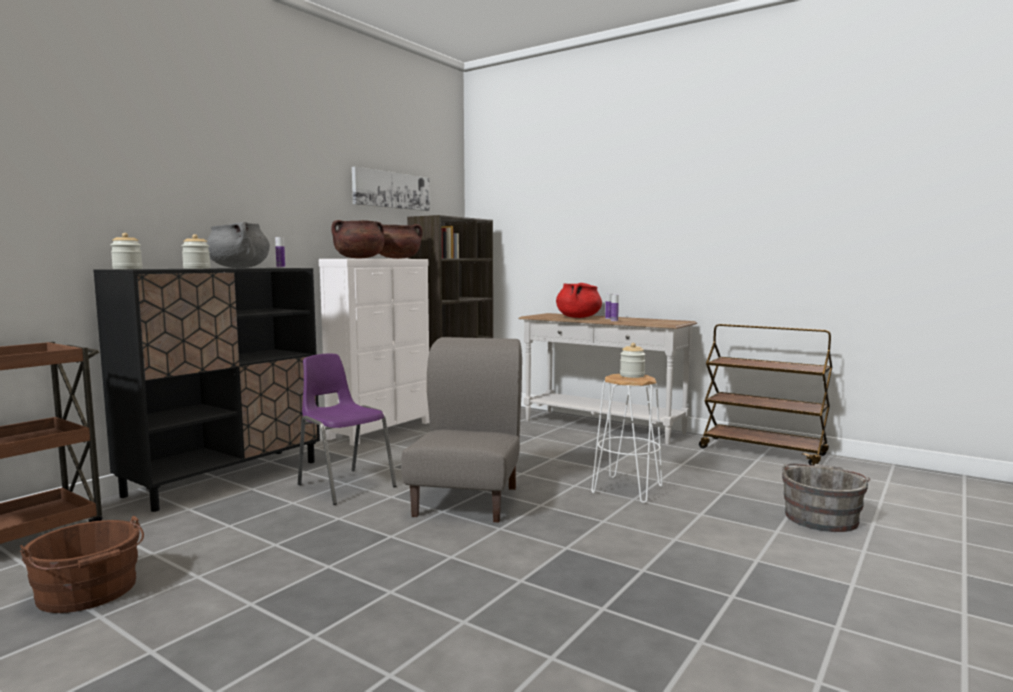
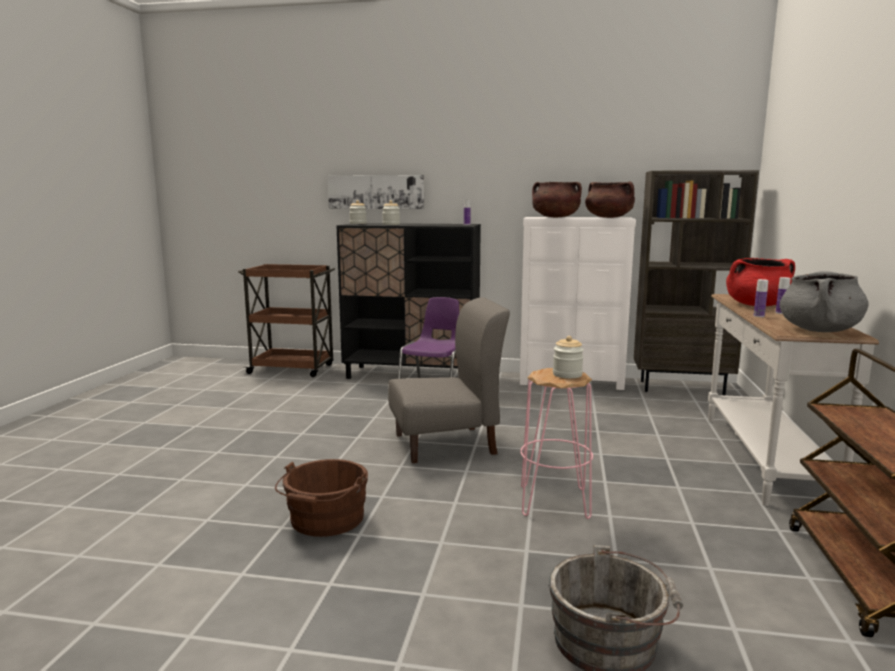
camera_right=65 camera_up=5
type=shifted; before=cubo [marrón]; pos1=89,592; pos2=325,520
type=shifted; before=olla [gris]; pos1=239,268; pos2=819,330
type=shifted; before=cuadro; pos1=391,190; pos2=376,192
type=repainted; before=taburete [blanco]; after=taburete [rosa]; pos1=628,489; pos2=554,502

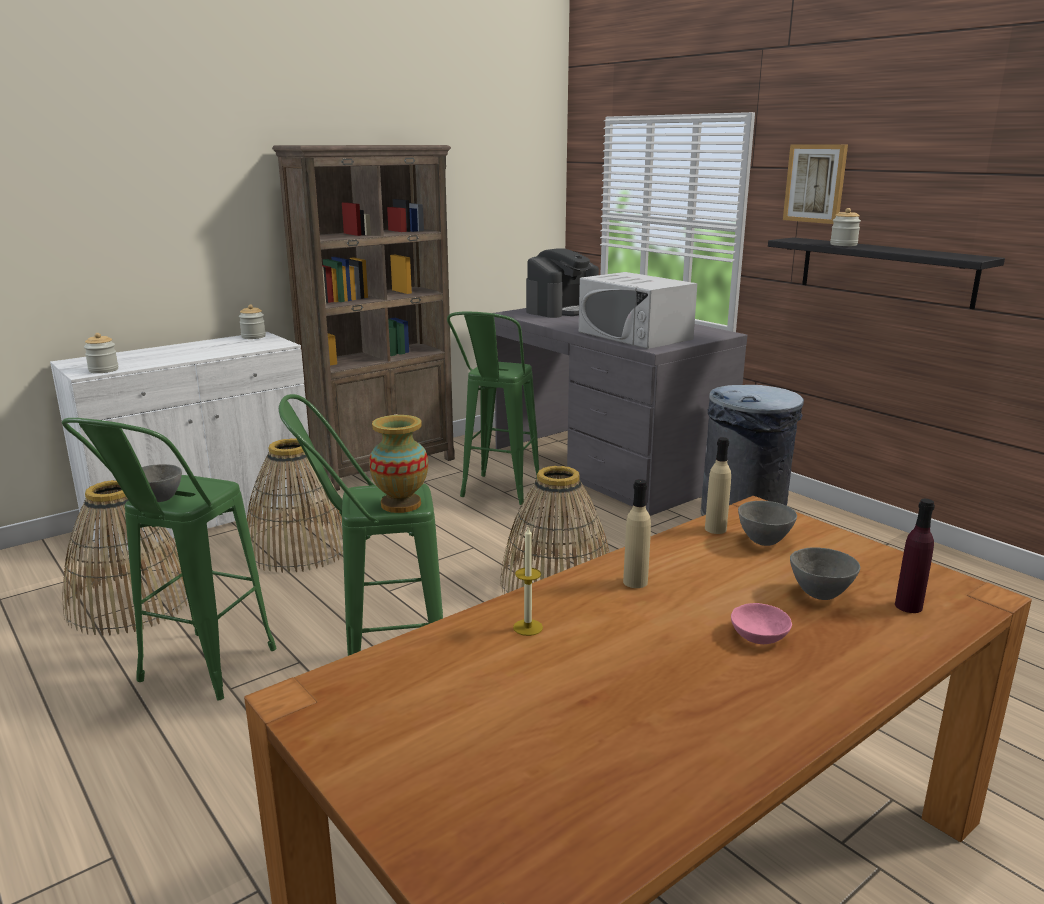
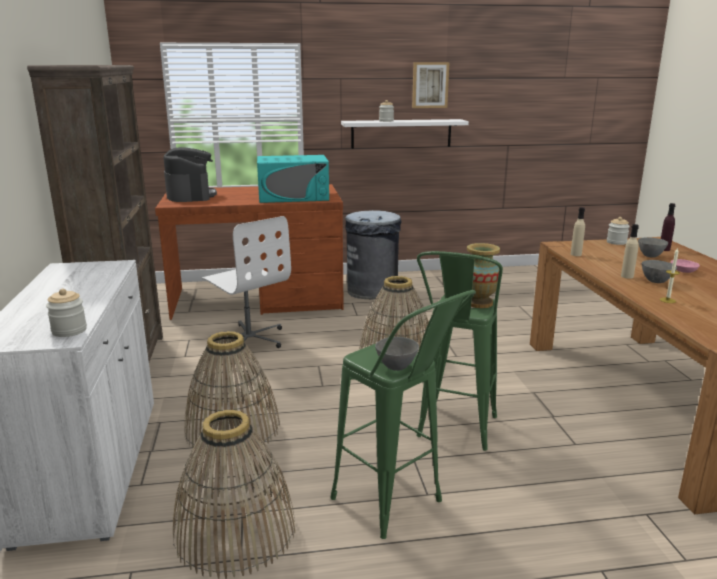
camera_right=-60 camera_up=0
type=shifted; before=tarro; pos1=253,337; pos2=616,242
type=shifted; before=cuenco [gris]; pos1=764,542; pos2=656,281
type=shifted; before=cuadro; pos1=815,183; pos2=430,85
type=swapped; before=taburete [verde]; after=silla de oficina [blanco]; pos1=496,495; pos2=249,339
type=repainted; before=escritorio [gris]; after=escritorio [marrón]; pos1=607,466; pos2=258,299
type=repainted; before=microondas [blanco]; after=microondas [turquesa]; pos1=634,335; pos2=293,197
type=repainted; before=estante [negro]; after=estante [blanco]; pos1=885,271; pos2=401,133

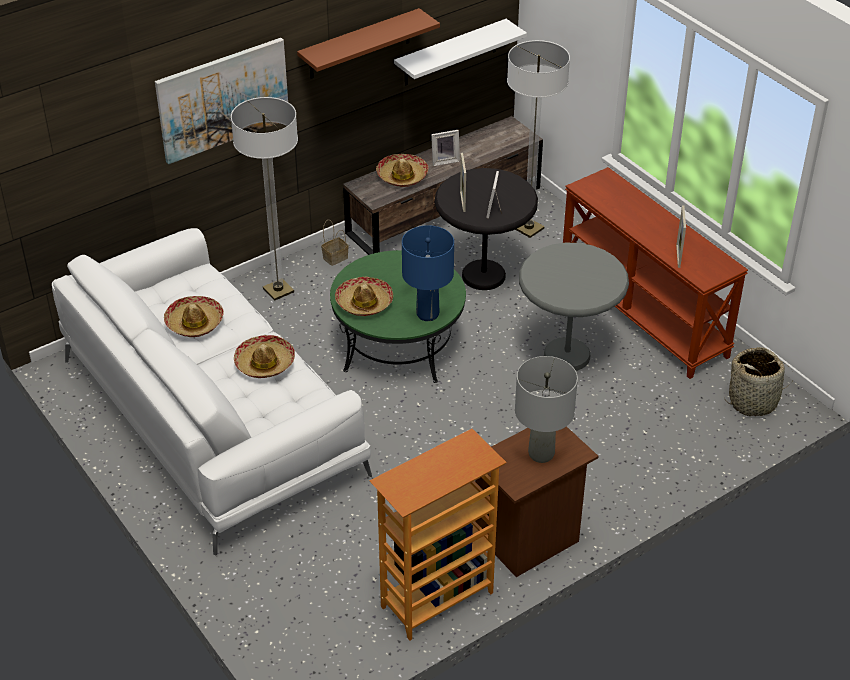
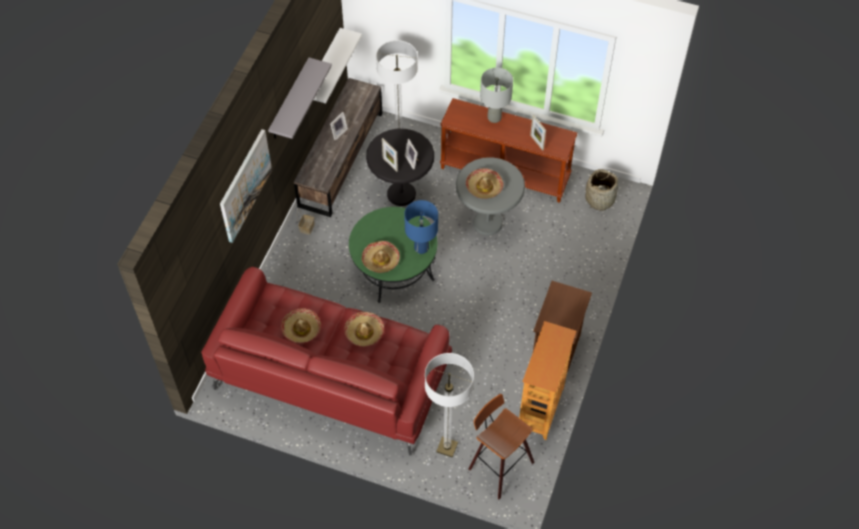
camera_right=-35 camera_up=15
type=new; after=taburete; pos2=498,465
type=shifted; before=lámpara de pie; pos1=278,290; pos2=447,447
type=shifted; before=sombrero; pos1=402,176; pos2=484,187
type=shifted; before=lámpara de mesa [gris]; pos1=541,454; pos2=494,118
type=repainted; before=sofá [blanco]; after=sofá [rojo]; pos1=210,415; pos2=330,373
type=repainted; before=estante [marrón]; after=estante [gris]; pos1=359,44; pos2=289,100

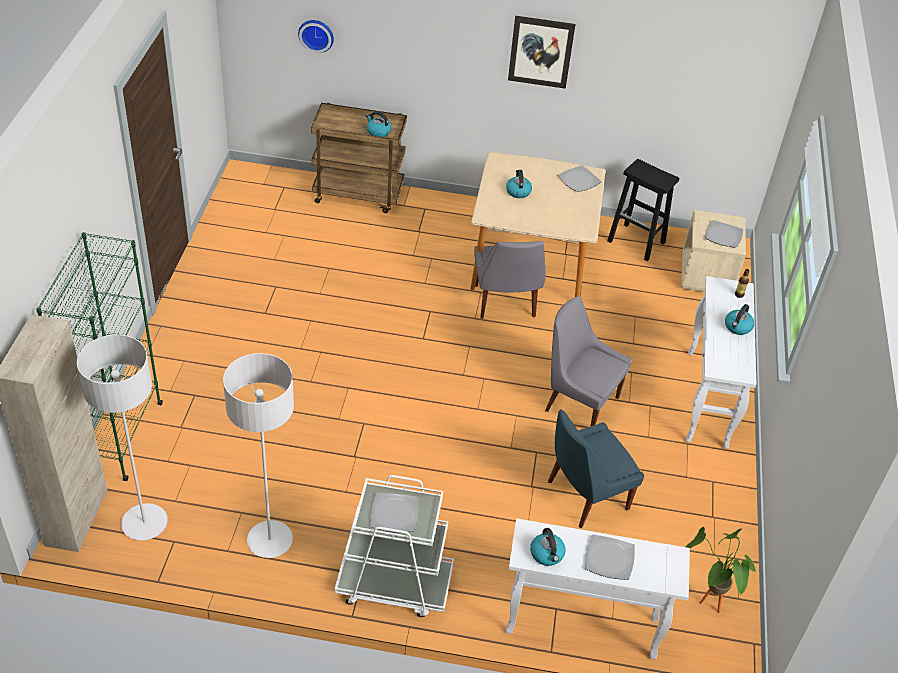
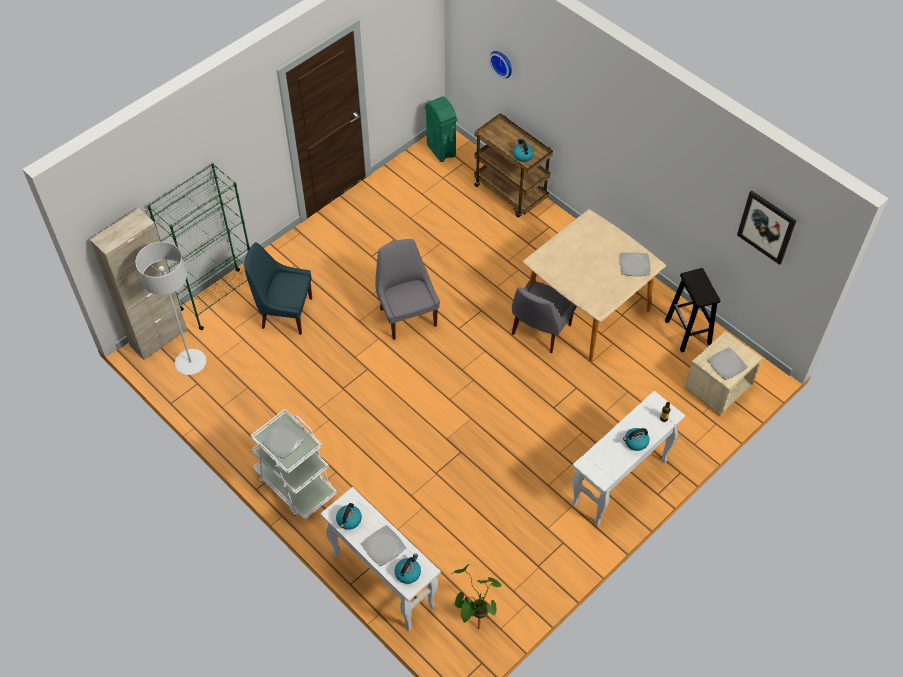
camera_right=40 camera_up=10
type=gone; before=lámpara de pie [gris]; pos1=270,540
type=new; after=papelera [verde]; pos2=441,150
type=shifted; before=hervidor; pos1=518,191; pos2=408,572
type=shifted; before=cuadro; pos1=541,51; pos2=766,227
type=shifted; before=silla [gris]; pos1=579,403; pos2=407,315
type=shifted; before=silla [azul]; pos1=584,496; pos2=284,313

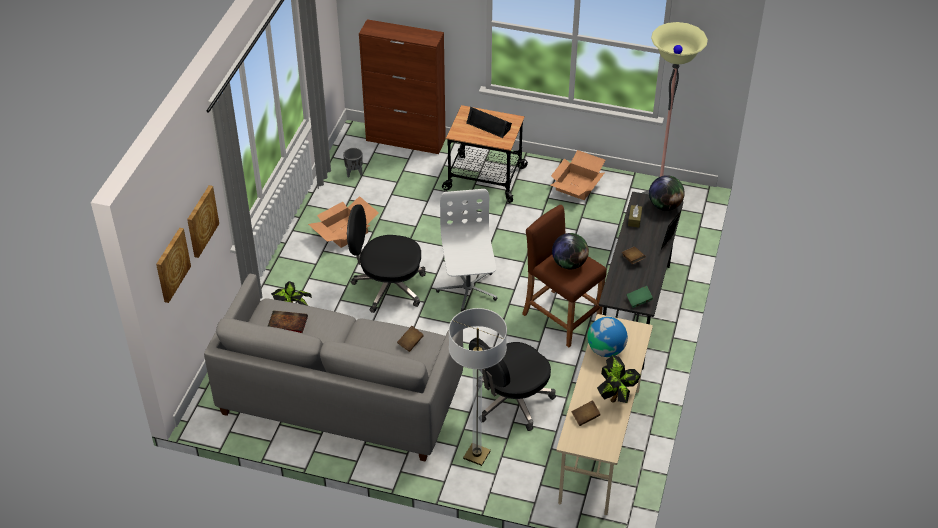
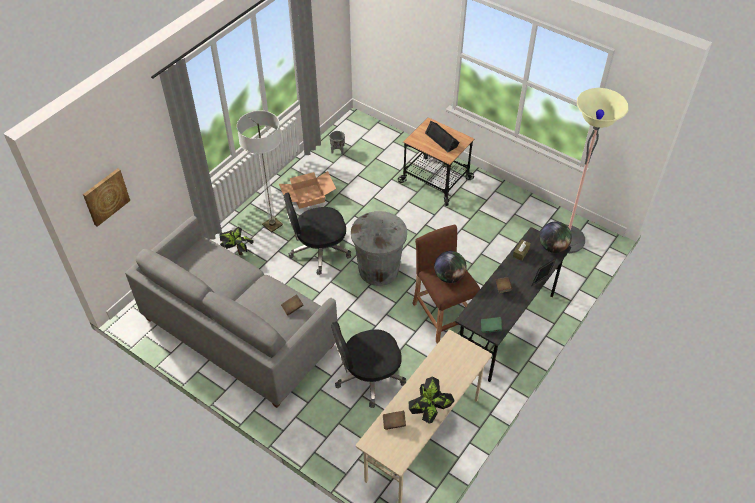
camera_right=20 camera_up=5
type=gone; before=cuadro; pos1=201,221
type=gone; before=libro; pos1=286,324
type=gone; before=armario [marrón]; pos1=406,140
type=gone; before=caja de cartón; pos1=577,186
type=gone; before=globo terráqueo; pos1=606,349
type=shifted; before=lámpara de pie; pos1=476,455; pos2=272,225
type=swapped; before=silla de oficina [blanco]; after=papelera [gris]; pos1=467,289; pos2=379,269
type=rotated; before=silla de oficina [negro]; pos1=388,287; pos2=318,250; turn=-45

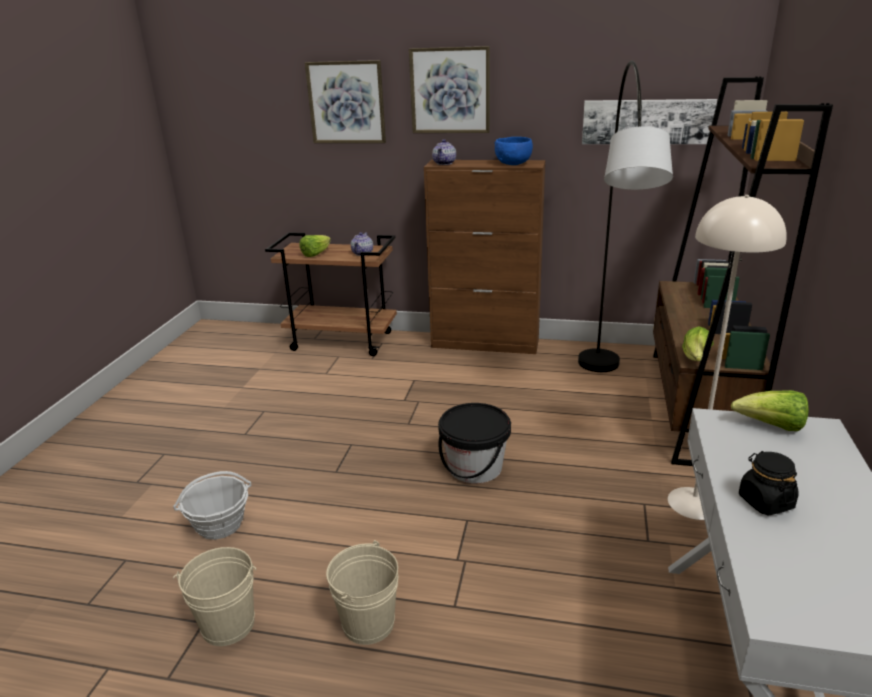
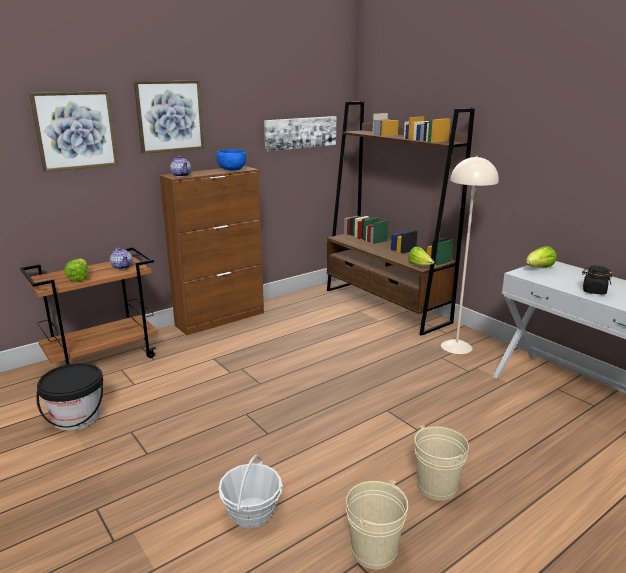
camera_right=-50 camera_up=-5
type=gone; before=lámpara de pie [gris]; pos1=605,402
type=shifted; before=cubo [negro]; pos1=474,467; pos2=77,417

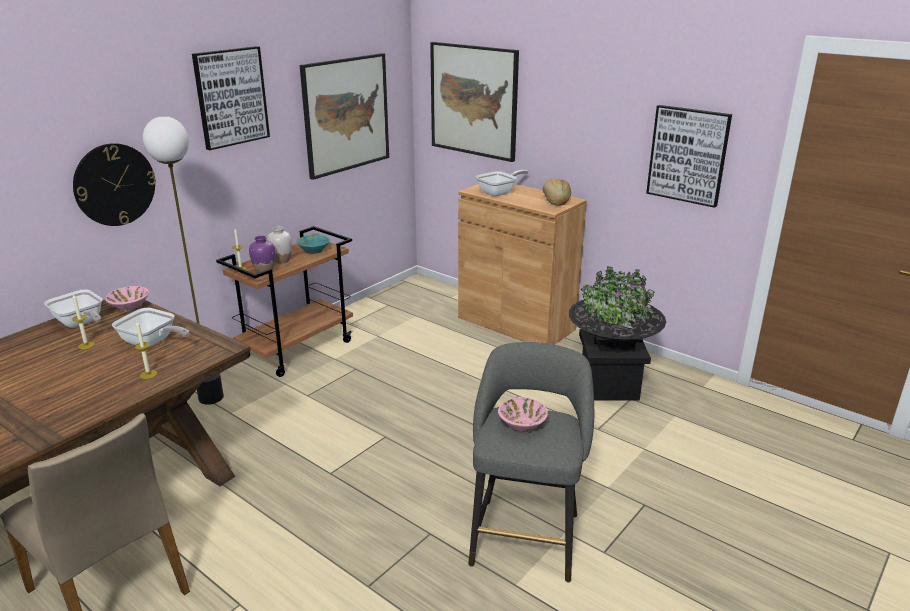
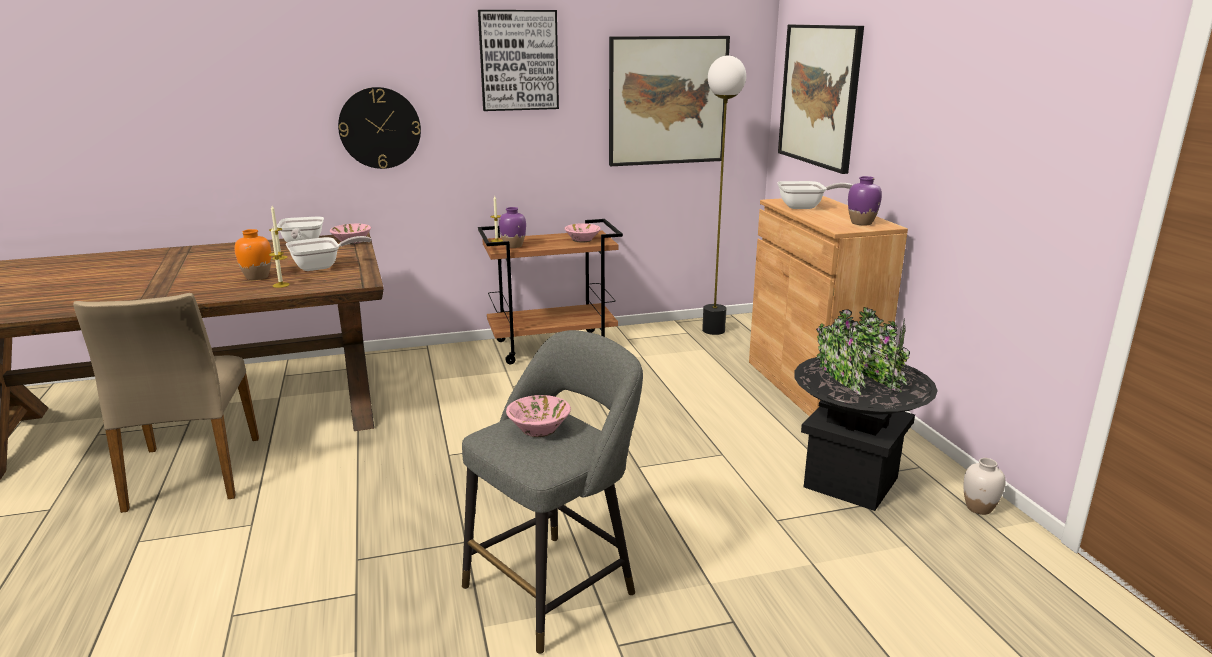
camera_right=35 camera_up=-5
type=gone; before=cuadro; pos1=688,155
type=new; after=florero [naranja]; pos2=257,277
type=shifted; before=lámpara de pie; pos1=211,398; pos2=713,330
type=shifted; before=florero [blanco]; pos1=281,260; pos2=979,508
type=swapped; before=pan; after=florero [morado]; pos1=555,201; pos2=861,223
type=repainted; before=cuenco [turquesa]; after=cuenco [rosa]; pos1=314,251; pos2=582,240
type=rotated; before=sartén; pos1=152,343; pos2=322,266; turn=-90

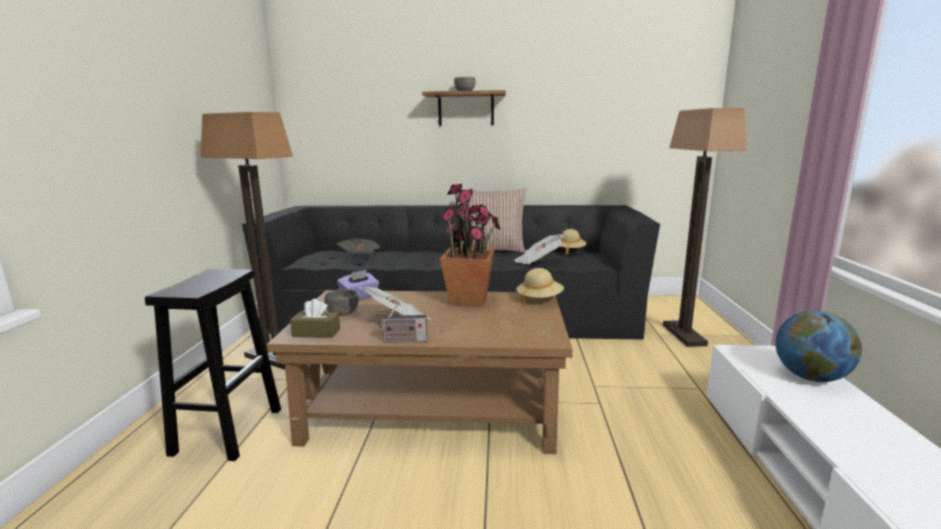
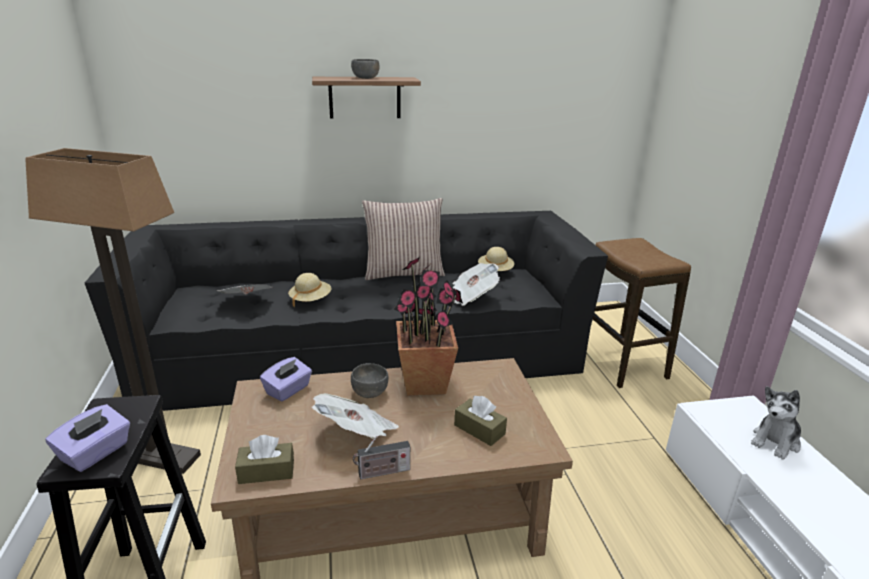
camera_right=-15 camera_up=10
type=new; after=caja de pañuelos [morado]; pos2=96,453
type=new; after=caja de pañuelos [marrón]; pos2=479,429
type=shifted; before=cuenco [gris]; pos1=342,313; pos2=369,391
type=shifted; before=sombrero [beis]; pos1=539,299; pos2=310,300
type=swapped; before=lámpara de pie; after=taburete; pos1=684,335; pos2=621,362
type=swapped; before=globo terráqueo; after=peluche; pos1=810,377; pos2=775,441

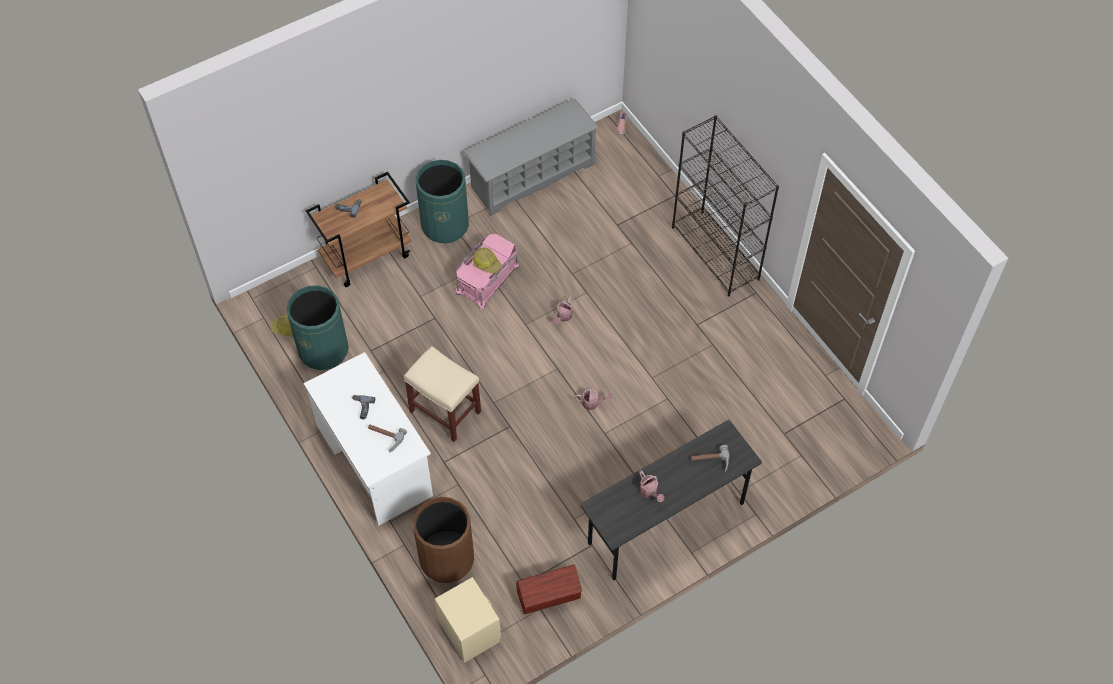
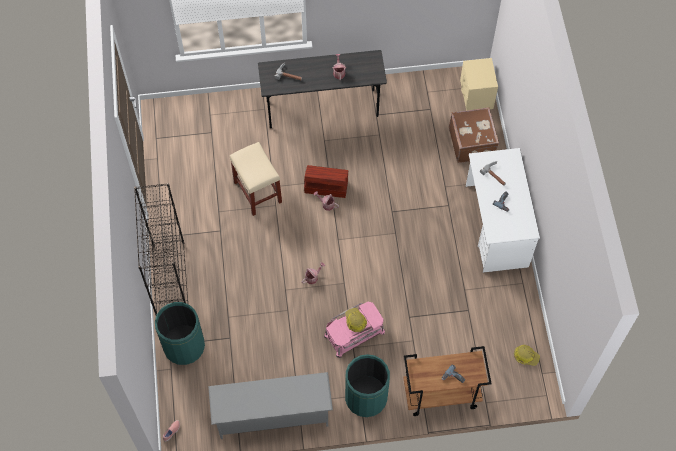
camera_right=-155 camera_up=5
type=shifted; before=papelera [verde]; pos1=323,350; pos2=184,346
type=shifted; before=taburete [beis]; pos1=446,412; pos2=257,191
type=shifted; before=caja de almacenaje [marrón]; pos1=549,595; pos2=325,186
type=swapped; before=papelera [marrón]; after=maleta [marrón]; pos1=447,559; pos2=472,142

